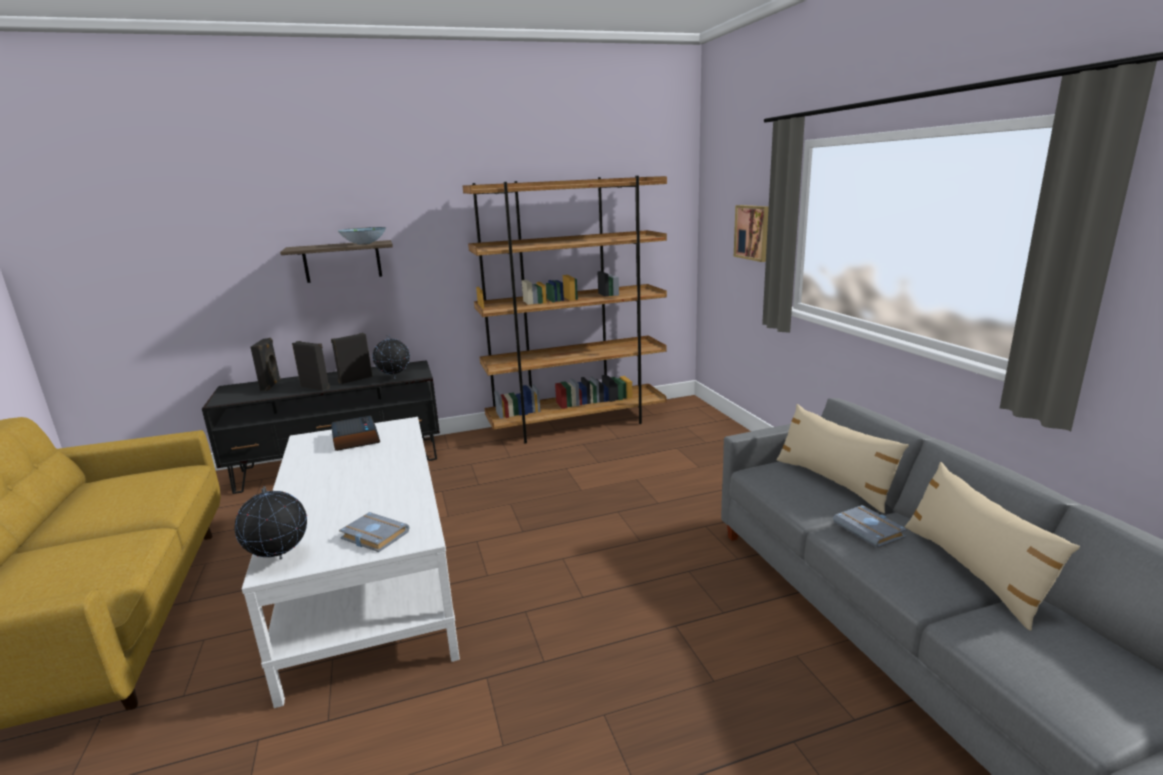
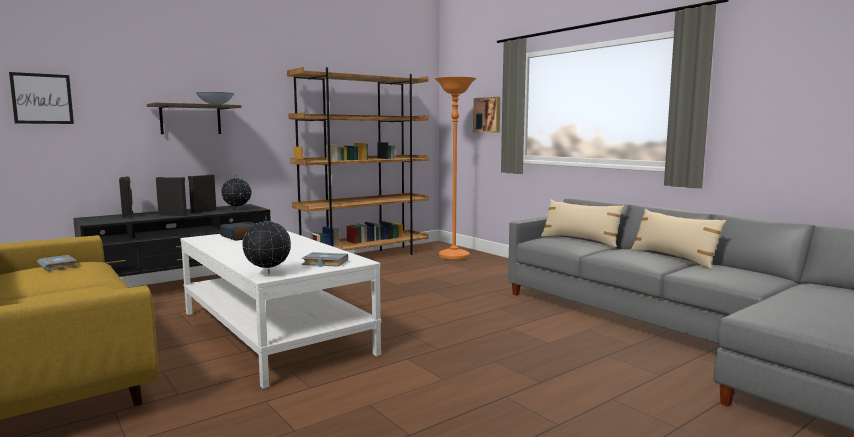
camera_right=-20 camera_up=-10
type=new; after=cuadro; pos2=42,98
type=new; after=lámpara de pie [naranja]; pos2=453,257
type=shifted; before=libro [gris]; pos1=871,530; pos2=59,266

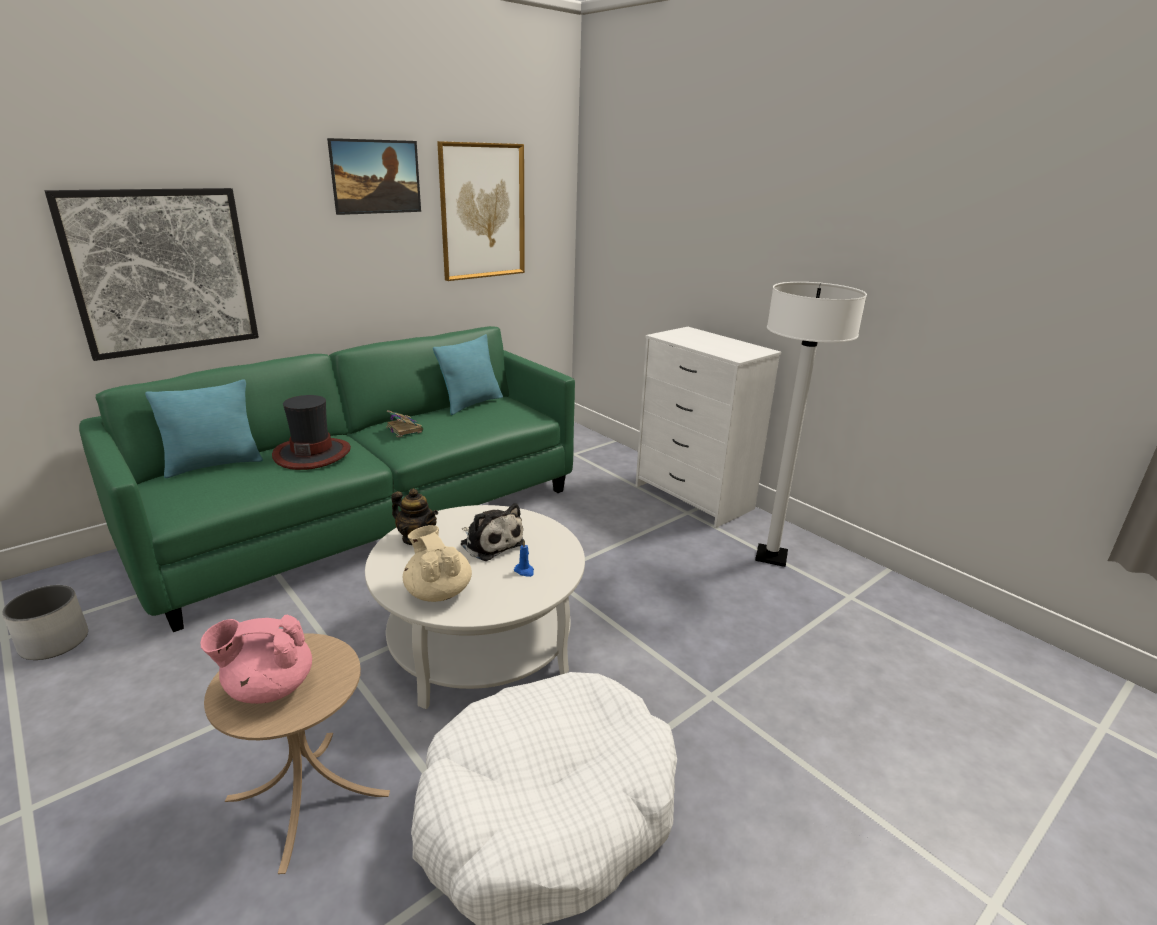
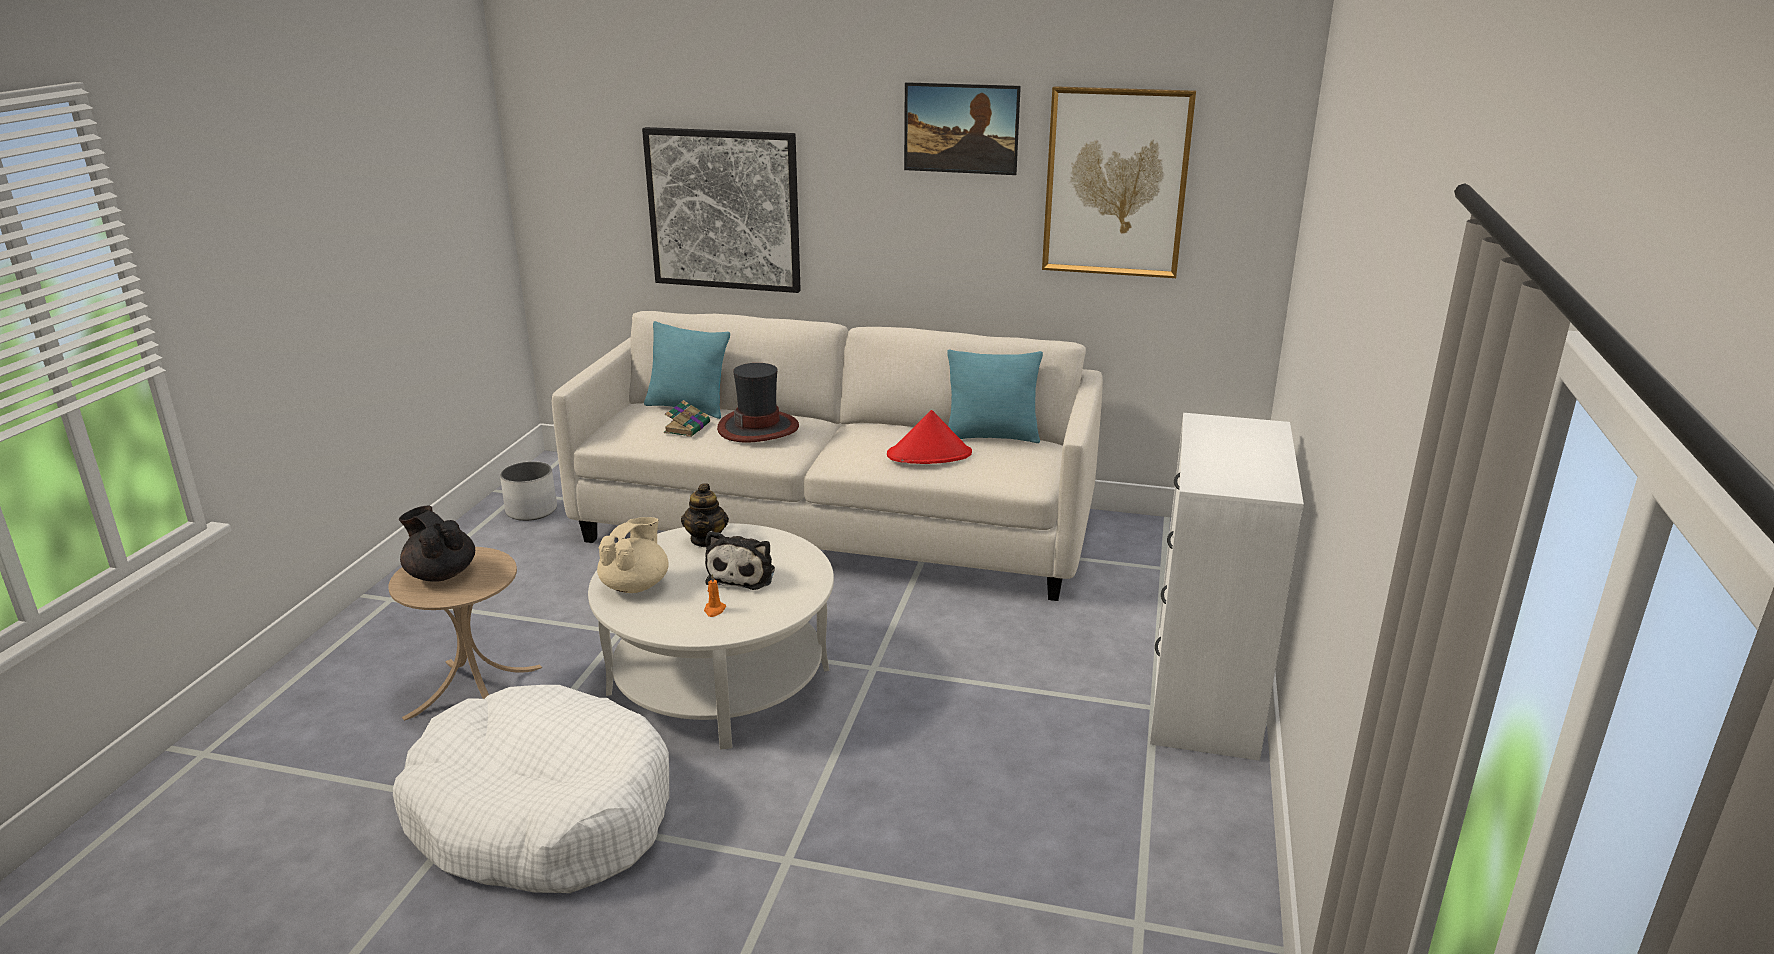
camera_right=55 camera_up=0
type=gone; before=lámpara de pie [blanco]; pos1=771,556
type=new; after=sombrero [rojo]; pos2=929,455
type=shifted; before=libro; pos1=404,429; pos2=687,427
type=repainted; before=sofá [verde]; after=sofá [blanco]; pos1=368,518; pos2=836,527
type=repainted; before=tetera [rosa]; after=tetera [negro]; pos1=269,687; pos2=440,574
type=repainted; before=vela [azul]; after=vela [naranja]; pos1=524,571; pos2=714,610

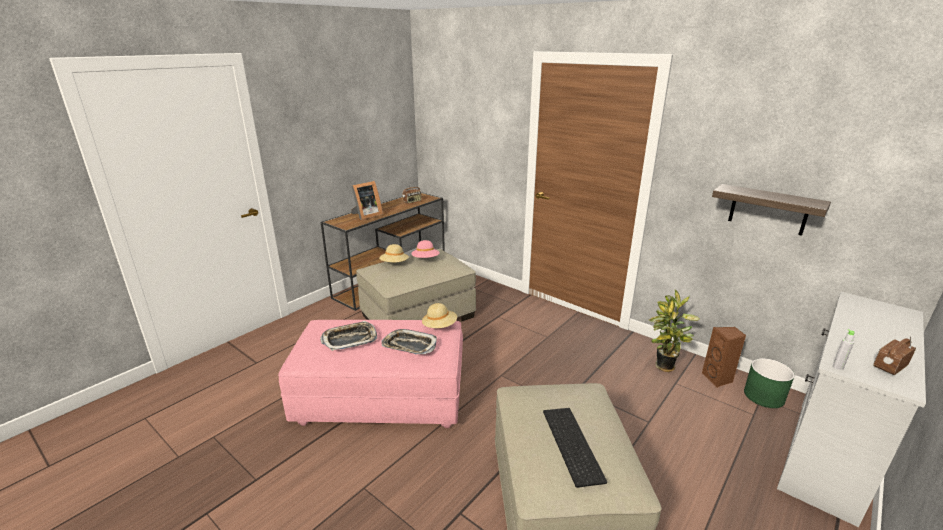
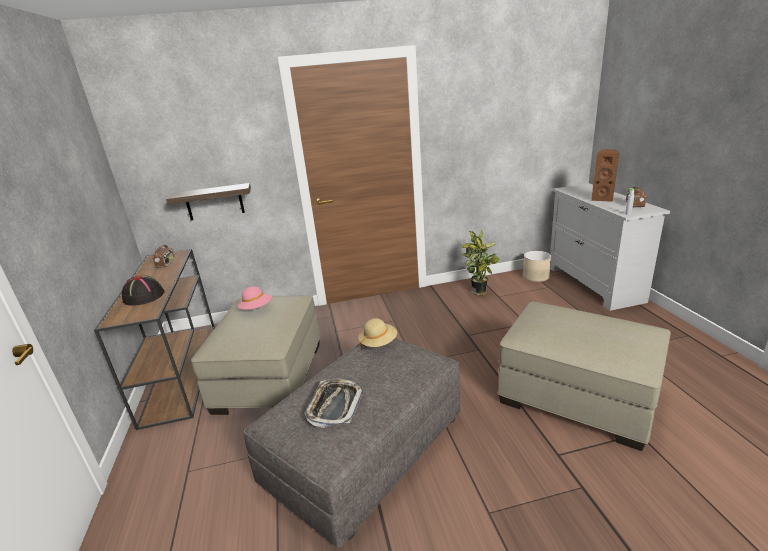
camera_right=-50 camera_up=0
type=gone; before=sombrero [beis]; pos1=394,264
type=gone; before=bandeja; pos1=409,346
type=gone; before=teclado; pos1=570,444
type=shifted; before=altavoz [marrón]; pos1=718,379; pos2=602,198
type=shifted; before=estante; pos1=768,210; pos2=214,202
type=swapped; before=portarretratos; after=sombrero [negro]; pos1=366,215; pos2=143,296
type=repainted; before=puf [rosa]; after=puf [gris]; pos1=381,395; pos2=366,449
type=repainted; before=maceta [verde]; after=maceta [beis]; pos1=763,396; pos2=536,276

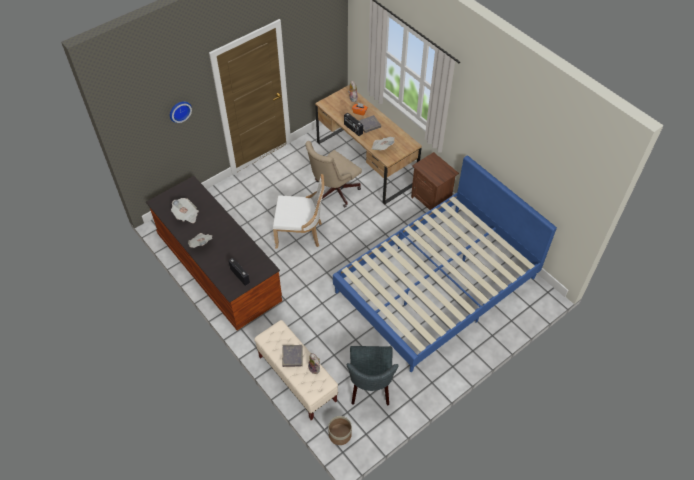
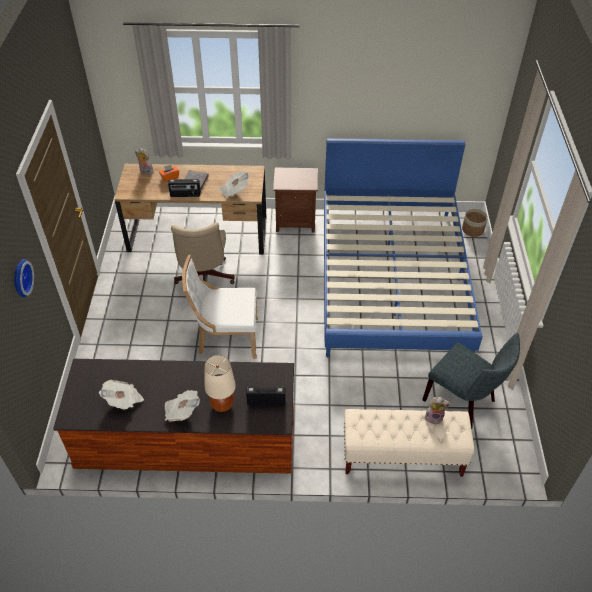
camera_right=-50 camera_up=-5
type=gone; before=libro [gris]; pos1=292,356
type=new; after=lámpara de mesa [beis]; pos2=222,405
type=shifted; before=maceta; pos1=340,434; pos2=473,229
type=rotated; before=silla [blanco]; pos1=301,234; pos2=226,338; turn=-135

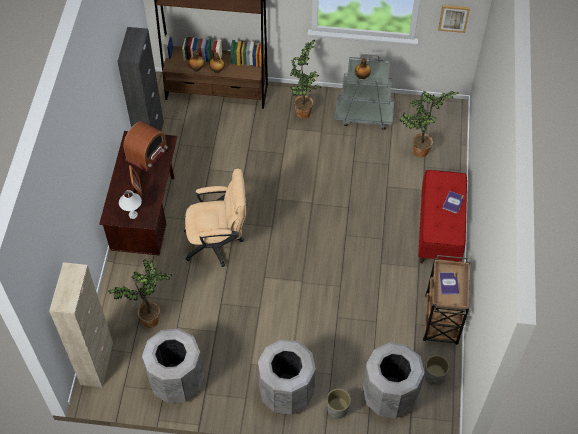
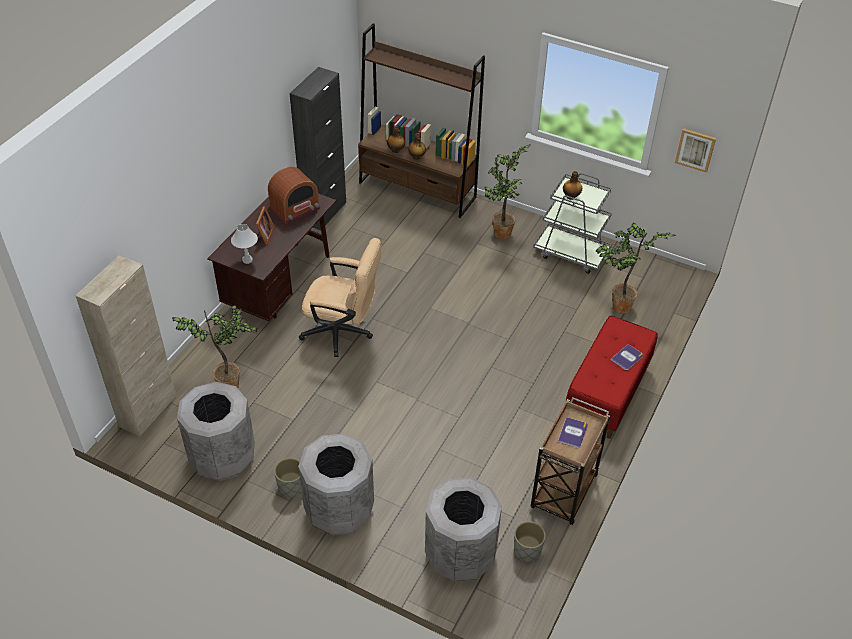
camera_right=20 camera_up=-10
type=shifted; before=maceta [gris]; pos1=337,409; pos2=291,487

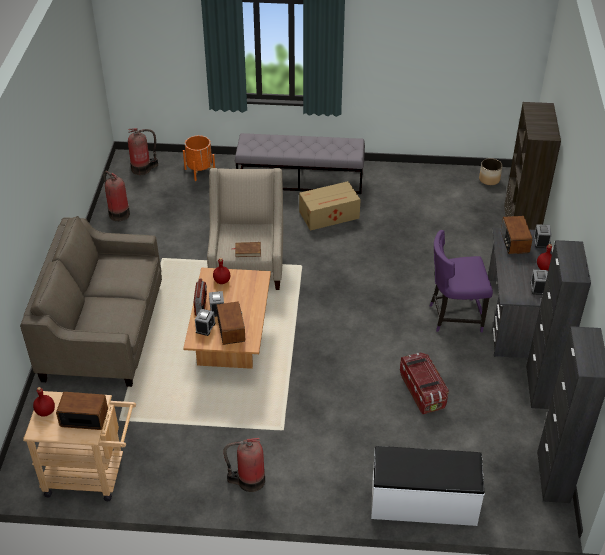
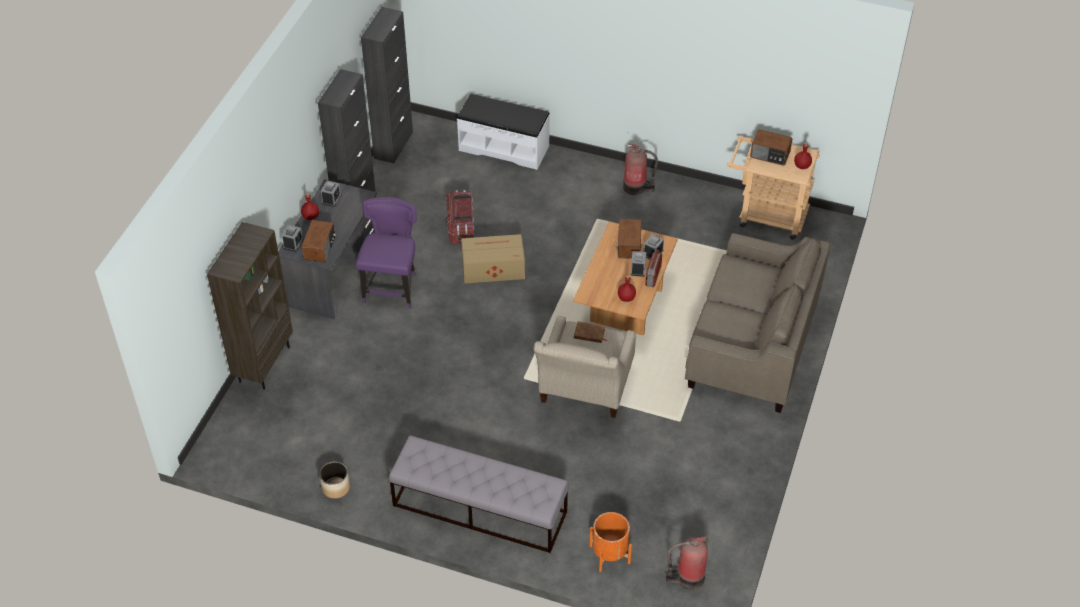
camera_right=-165 camera_up=5
type=gone; before=extintor; pos1=118,213
type=shifted; before=caja de cartón; pos1=330,215; pos2=492,268
type=shifted; before=maceta; pos1=489,179; pos2=335,487
type=rotated; before=silla [morado]; pos1=454,316; pos2=392,287; turn=-90

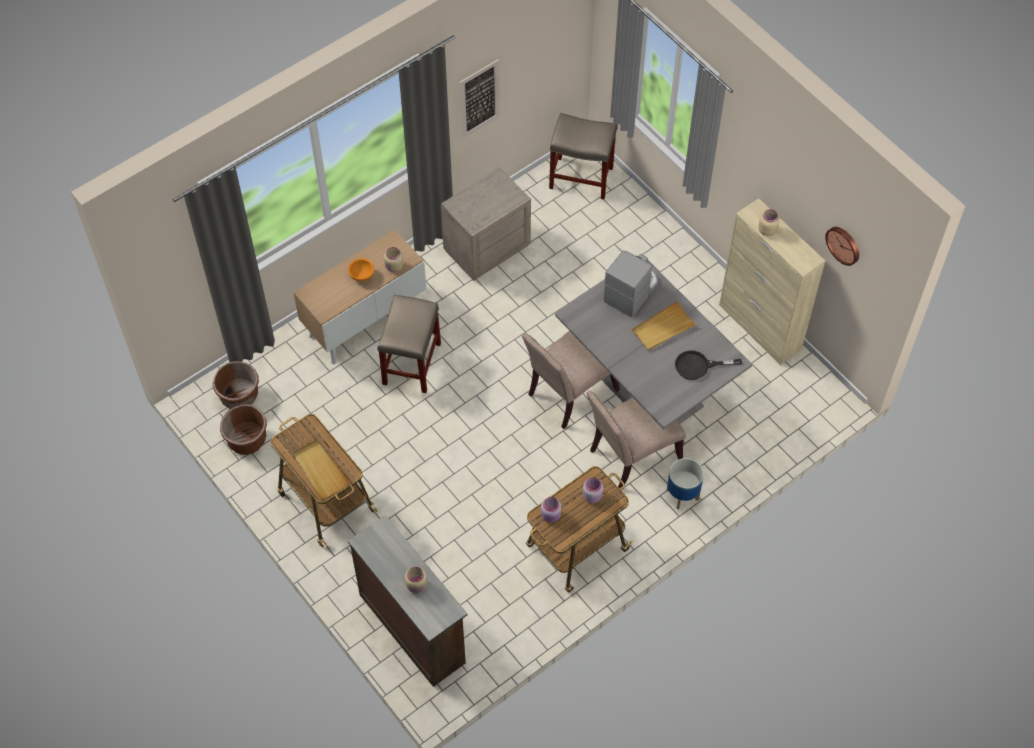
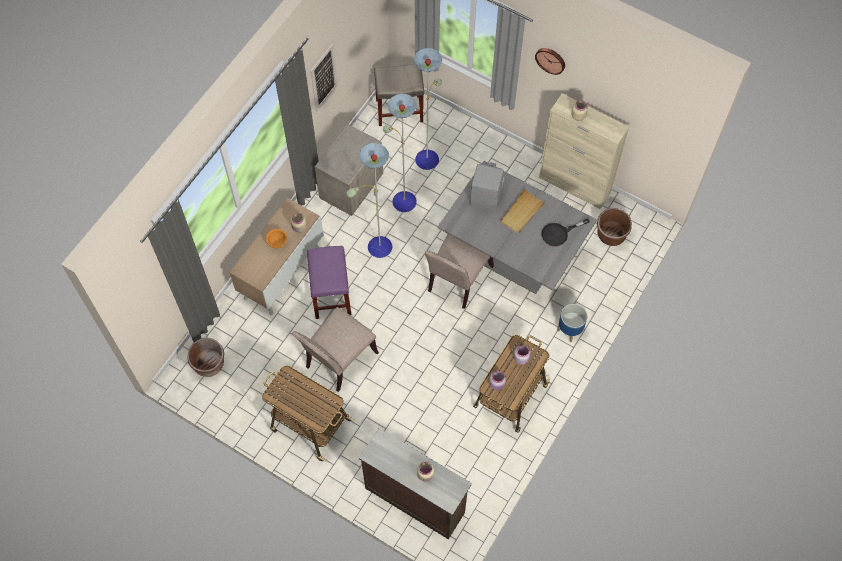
camera_right=-20 camera_up=5
type=gone; before=bandeja [beis]; pos1=320,470
type=new; after=lámpara de pie; pos2=402,200
type=shifted; before=maceta [marrón]; pos1=247,439; pos2=611,234
type=shifted; before=silla [beis]; pos1=631,456; pos2=338,361
type=shifted; before=reloj de pared; pos1=844,244; pos2=551,59
type=repainted; before=taburete [beis]; after=taburete [morado]; pos1=411,364; pos2=331,296

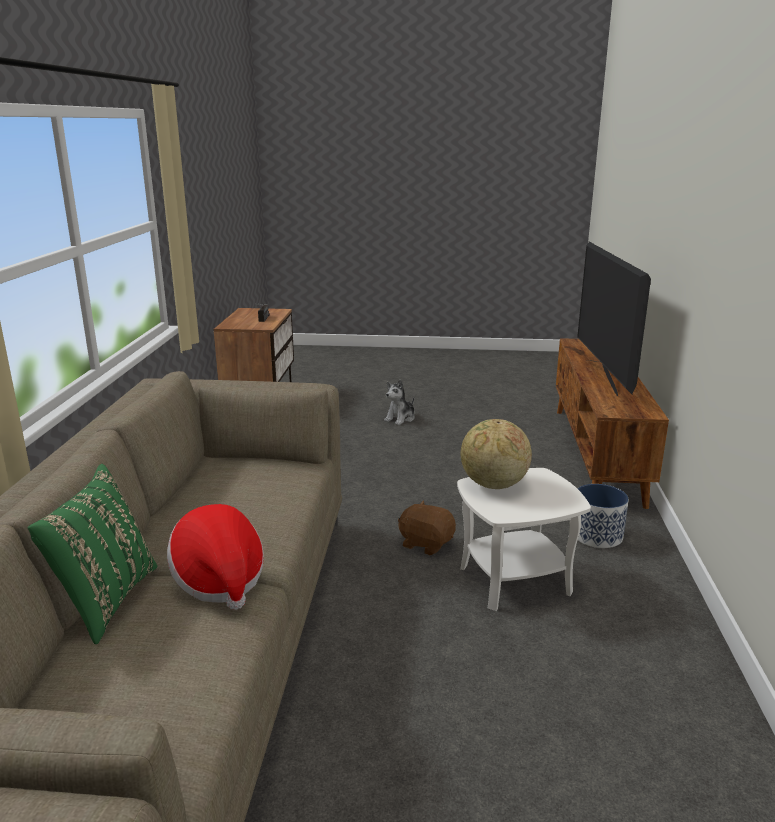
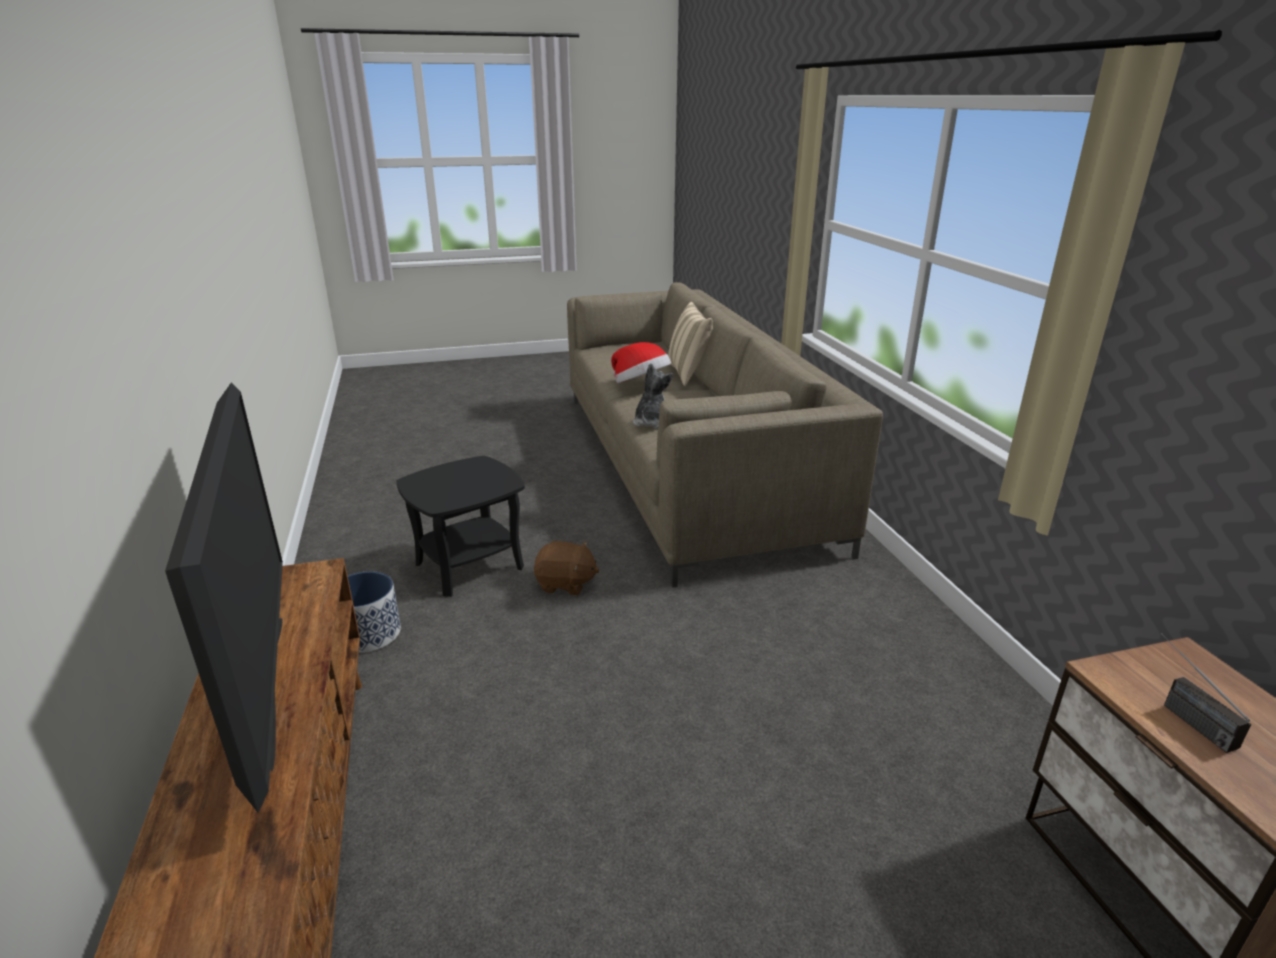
camera_right=160 camera_up=5
type=gone; before=globo terráqueo; pos1=493,485
type=shifted; before=peluche; pos1=400,418; pos2=651,422
type=repainted; before=cojín [verde]; after=cojín [beis]; pos1=105,601; pos2=688,374
type=repainted; before=mesa auxiliar [blanco]; after=mesa auxiliar [negro]; pos1=515,580; pos2=470,565

